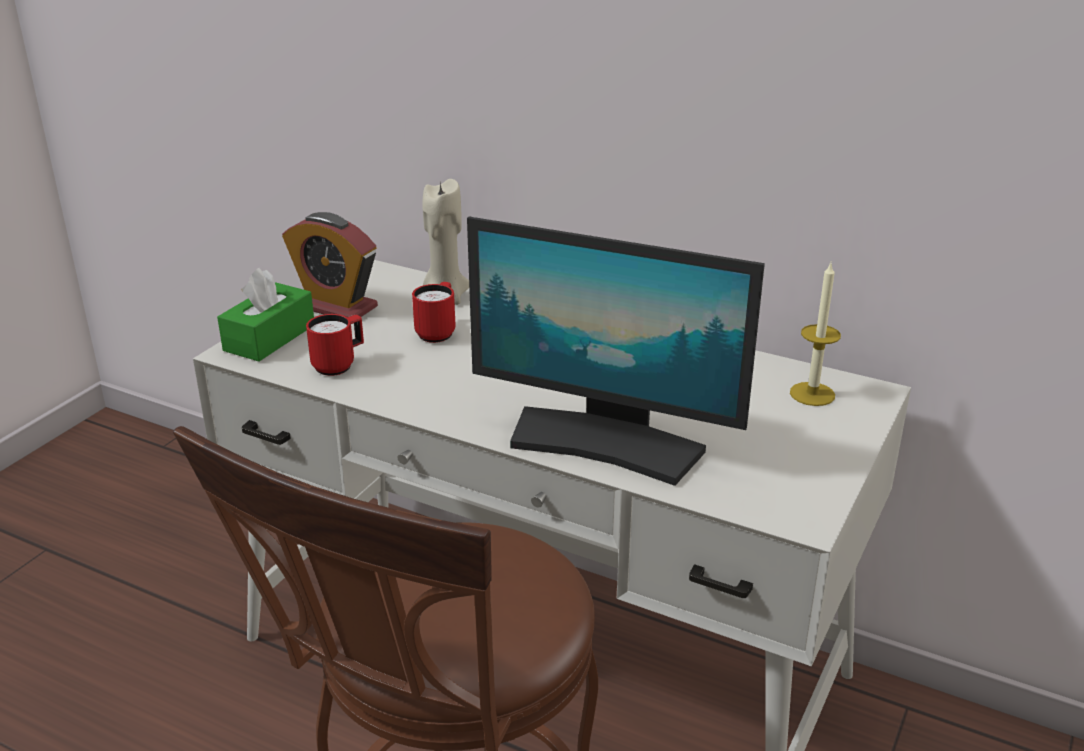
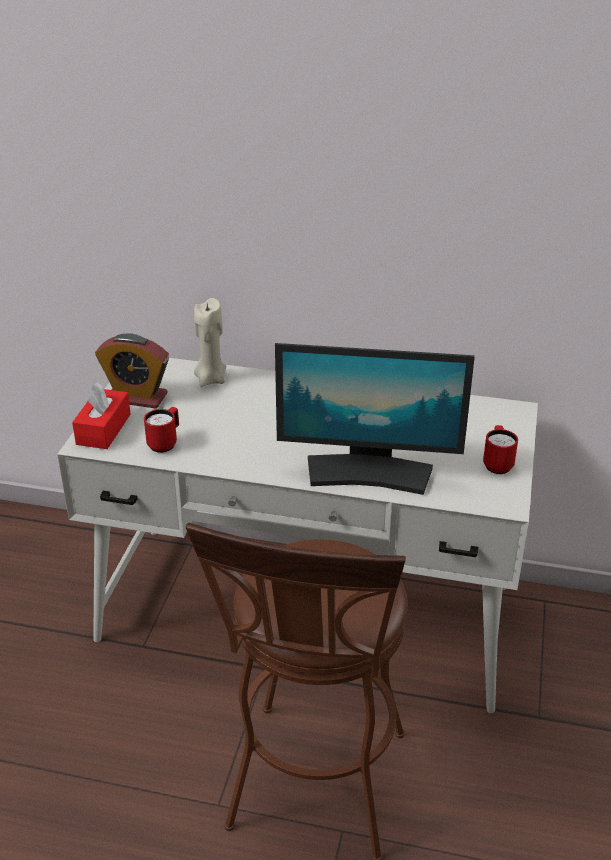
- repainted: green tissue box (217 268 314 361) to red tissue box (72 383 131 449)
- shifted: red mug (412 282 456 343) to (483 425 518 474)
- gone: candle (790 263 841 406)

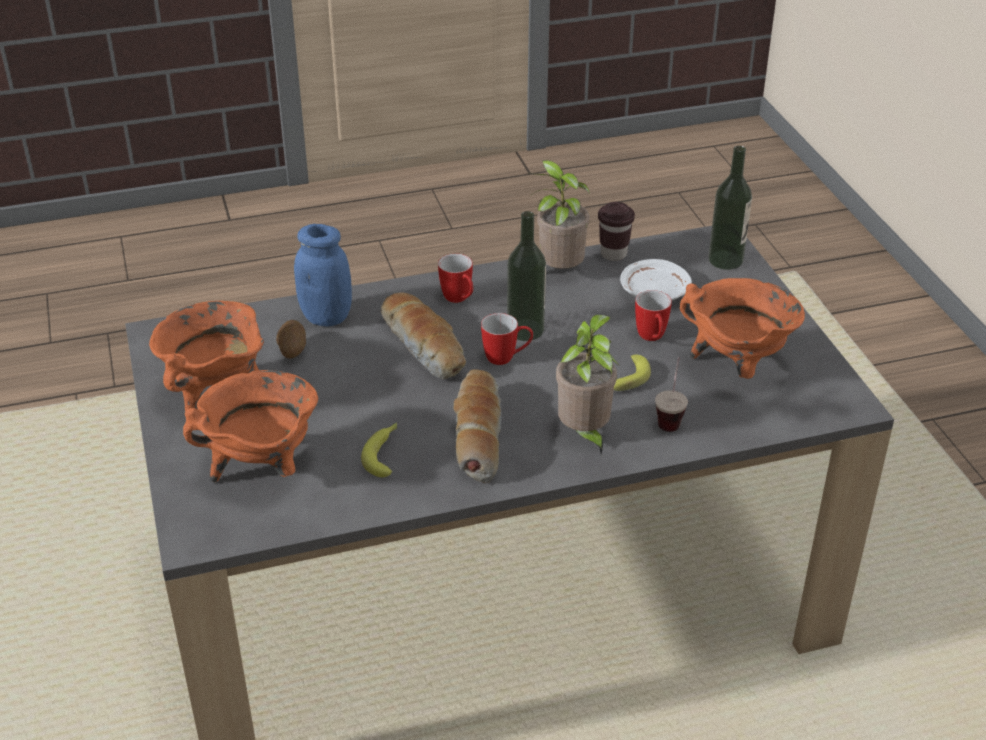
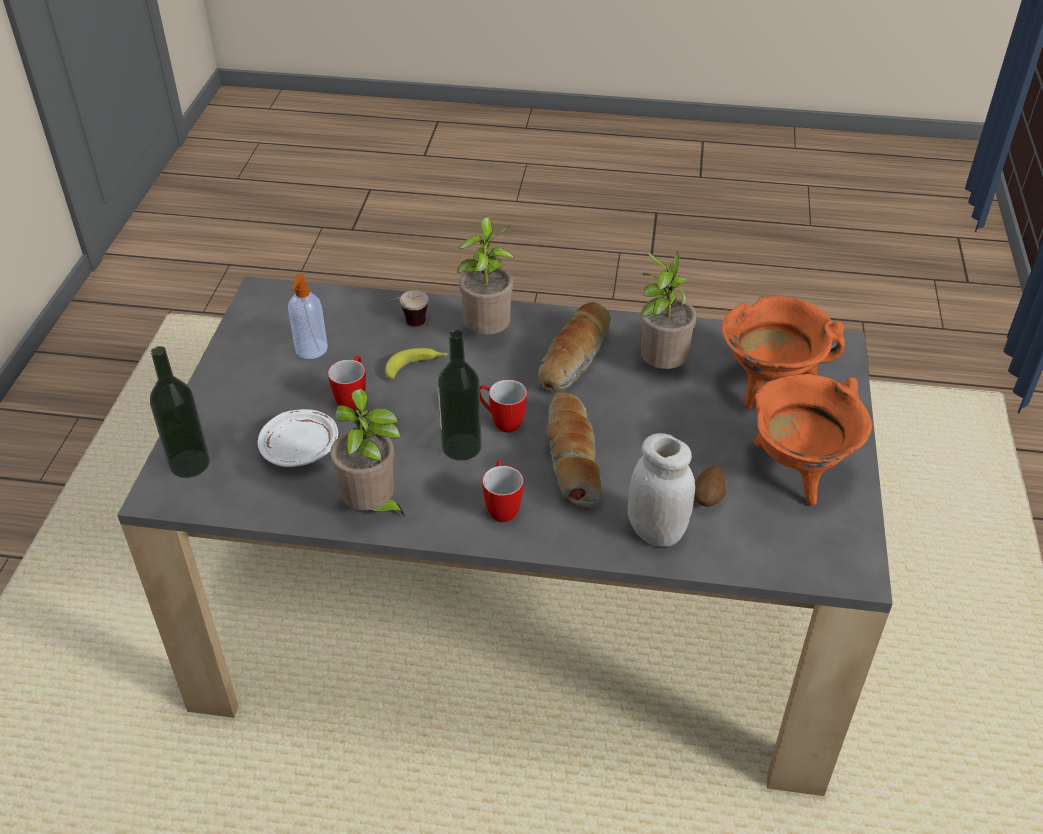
- swapped: orange cooking pot (680 278 805 379) to soap dispenser (288 274 328 359)
- repainted: blue jar (294 224 352 327) to white jar (628 433 695 547)
- swapped: banana (361 423 397 477) to potted plant (640 252 697 369)
- gone: brown cup (598 202 635 261)

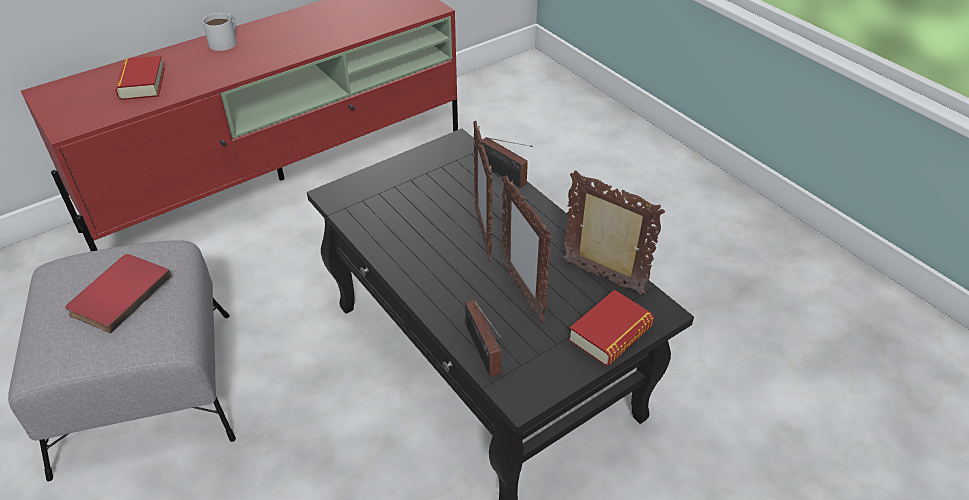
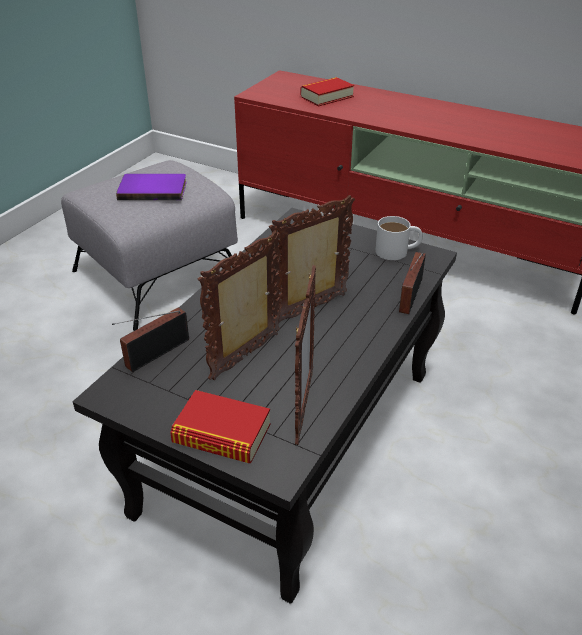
- repainted: red book (65 254 171 333) to purple book (116 174 187 200)
- shifted: white mug (203 13 236 51) to (375 216 423 260)

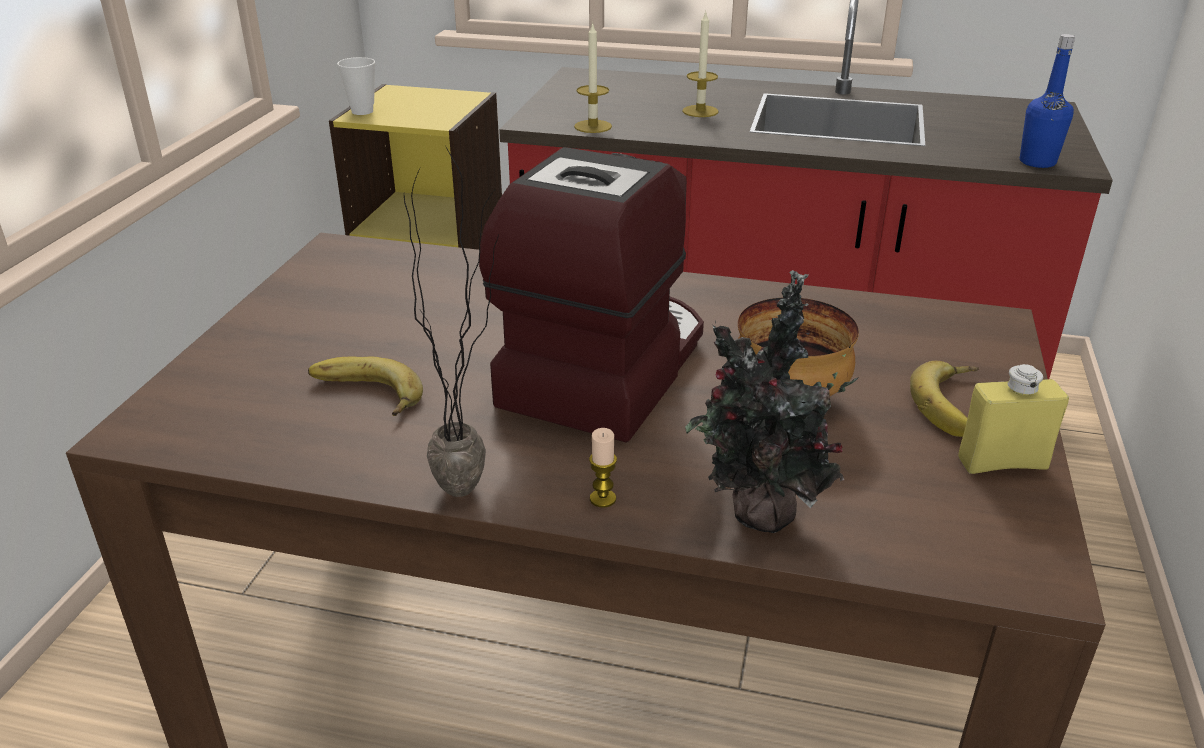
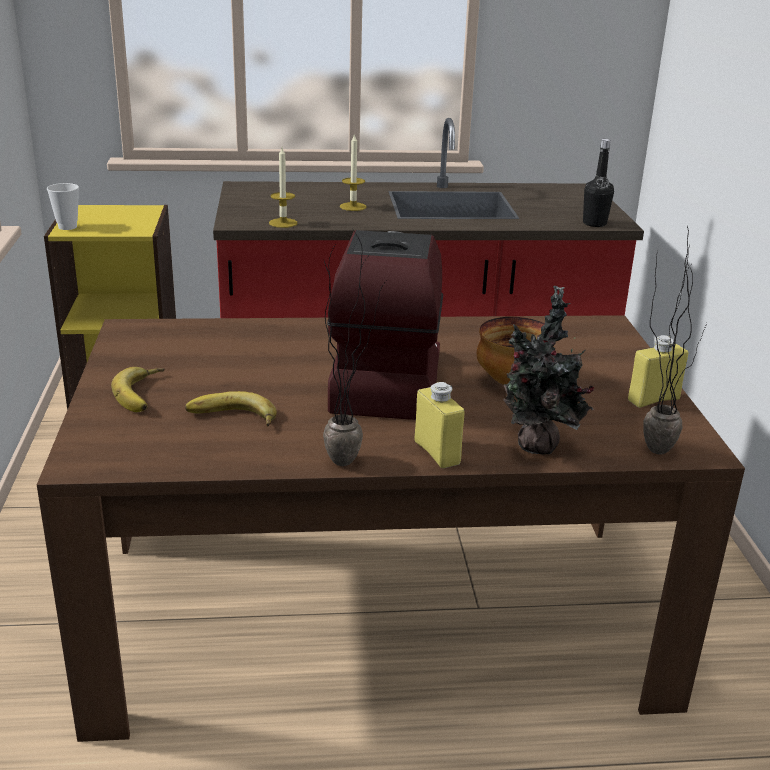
- shifted: banana (910 361 979 437) to (111 367 164 412)
- swapped: candle (589 428 617 508) to yellow bottle (414 382 464 468)
- repainted: blue bottle (1020 34 1075 168) to black bottle (583 139 614 227)
- new: potted plant (643 226 707 454)

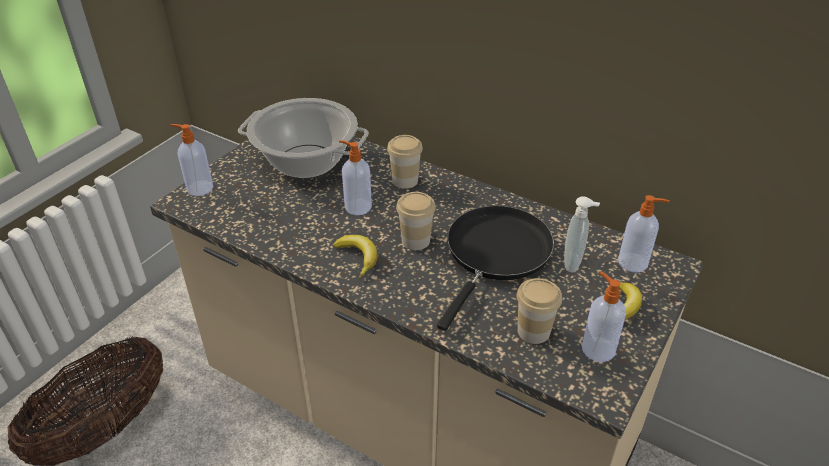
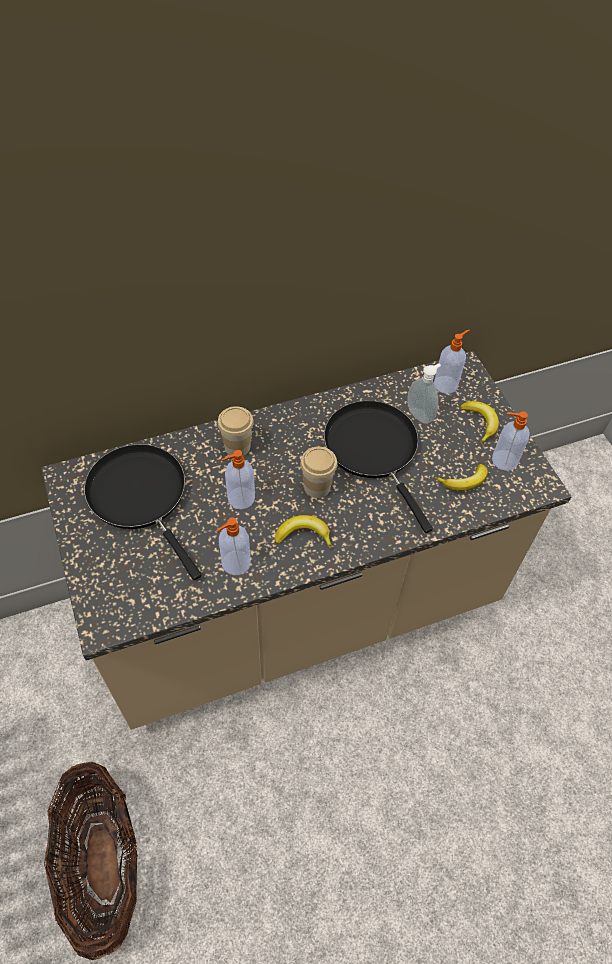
- swapped: cooking pot (238 98 369 178) to black frying pan (84 444 202 580)
- shifted: soap dispenser (170 124 213 196) to (216 518 251 575)
- swapped: cup (516 278 562 344) to banana (435 464 488 491)

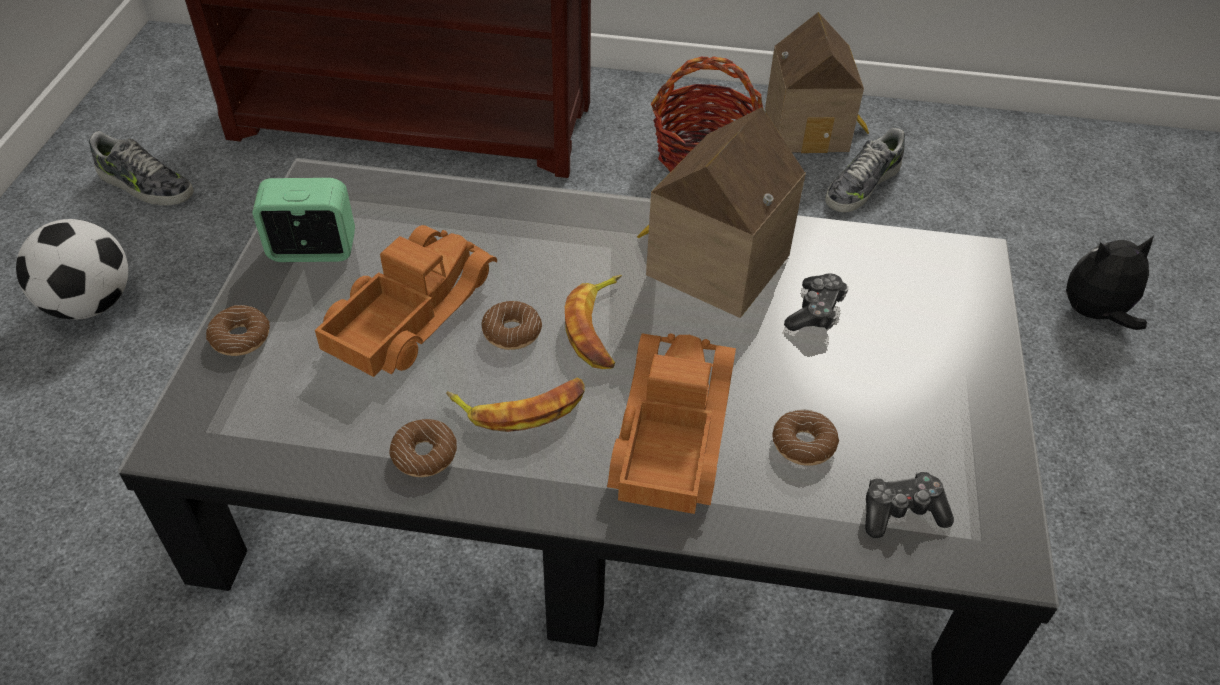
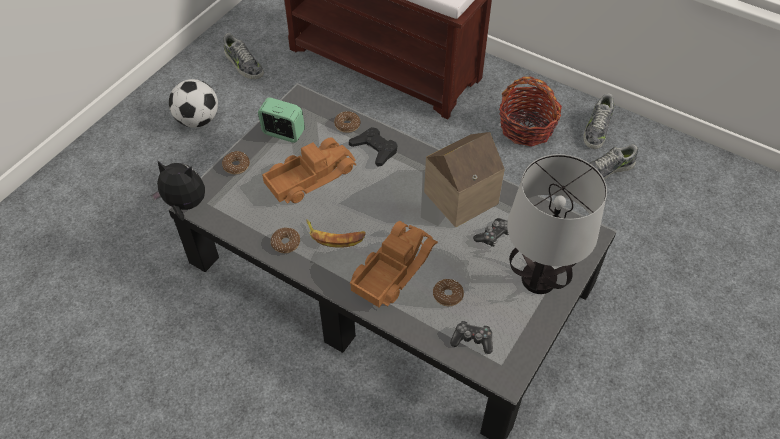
- shifted: plush toy (1066 236 1154 330) to (151 160 205 221)
- shifted: donut (481 301 542 350) to (334 111 360 133)
- new: black game controller (349 127 398 166)
- new: table lamp (507 154 607 294)
- swapped: toy house (765 12 869 153) to shoe (583 93 614 149)
- gone: banana (565 275 622 369)

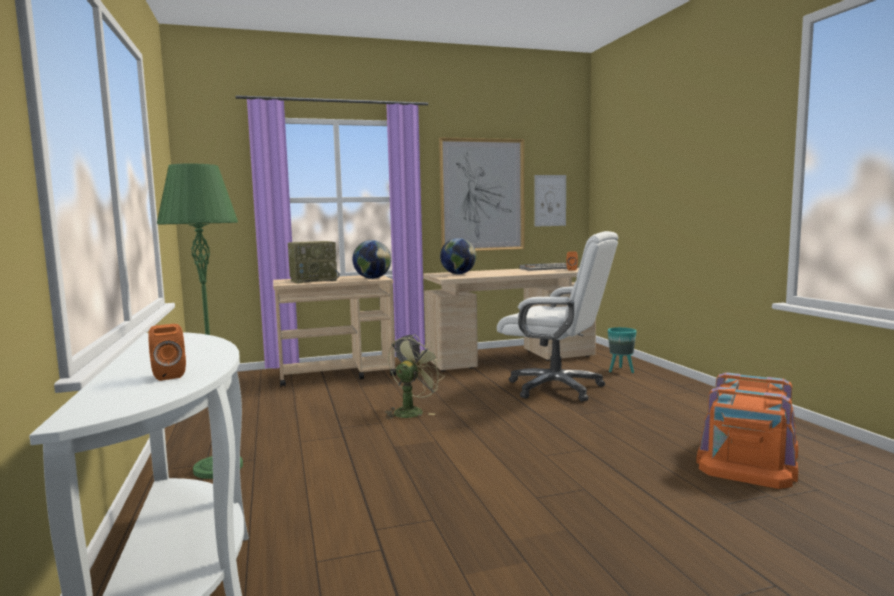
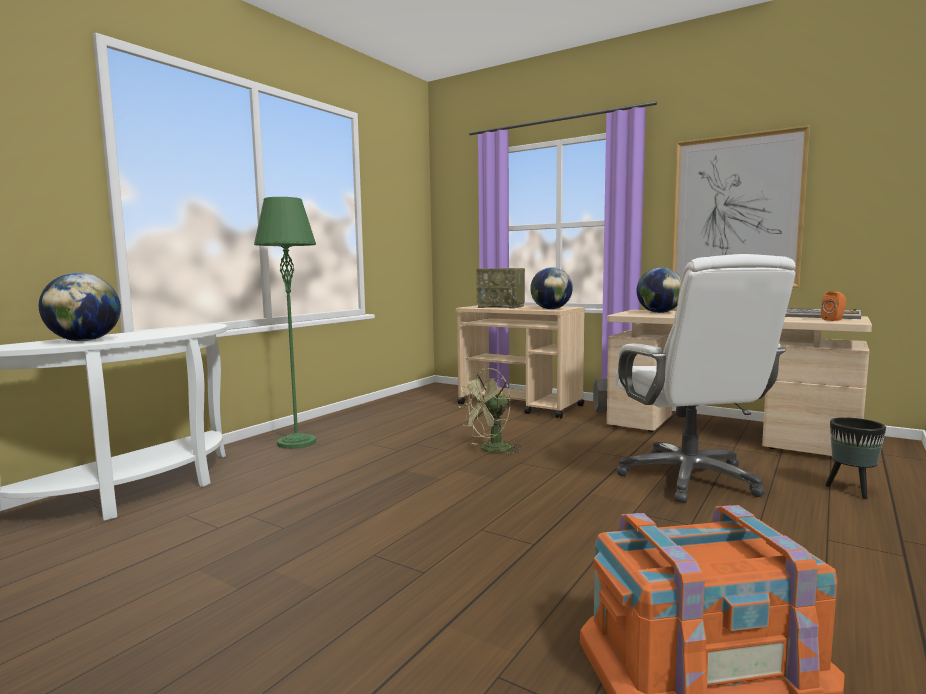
- swapped: orange speaker (148 324 186 381) to globe (39 273 121 341)
- rotated: green fan (385 334 445 419) = (459 368 521 455) 150 degrees clockwise
- repainted: turquoise planter (608 327 637 373) to black planter (825 417 886 499)
- gone: picture (534 175 566 227)

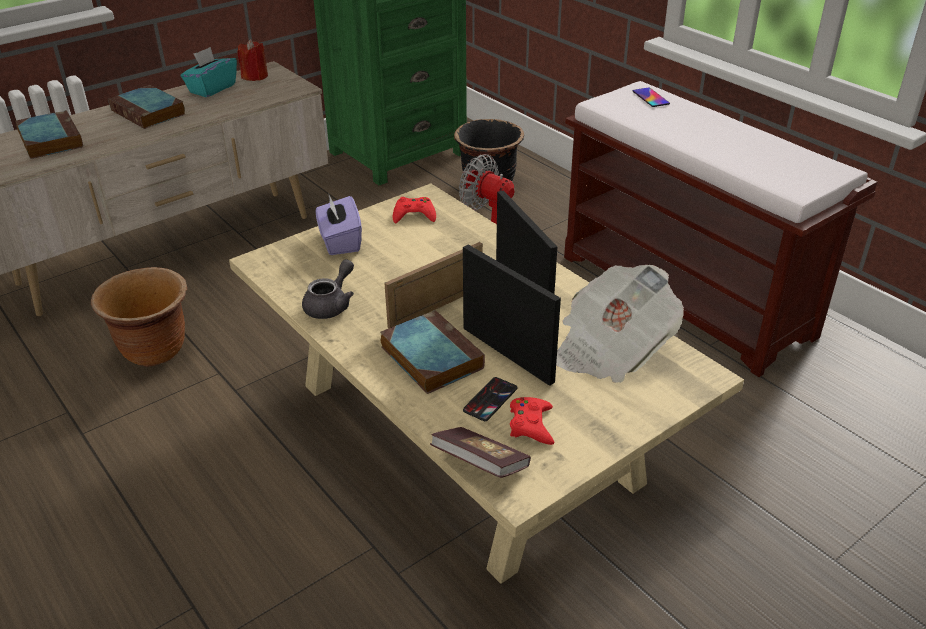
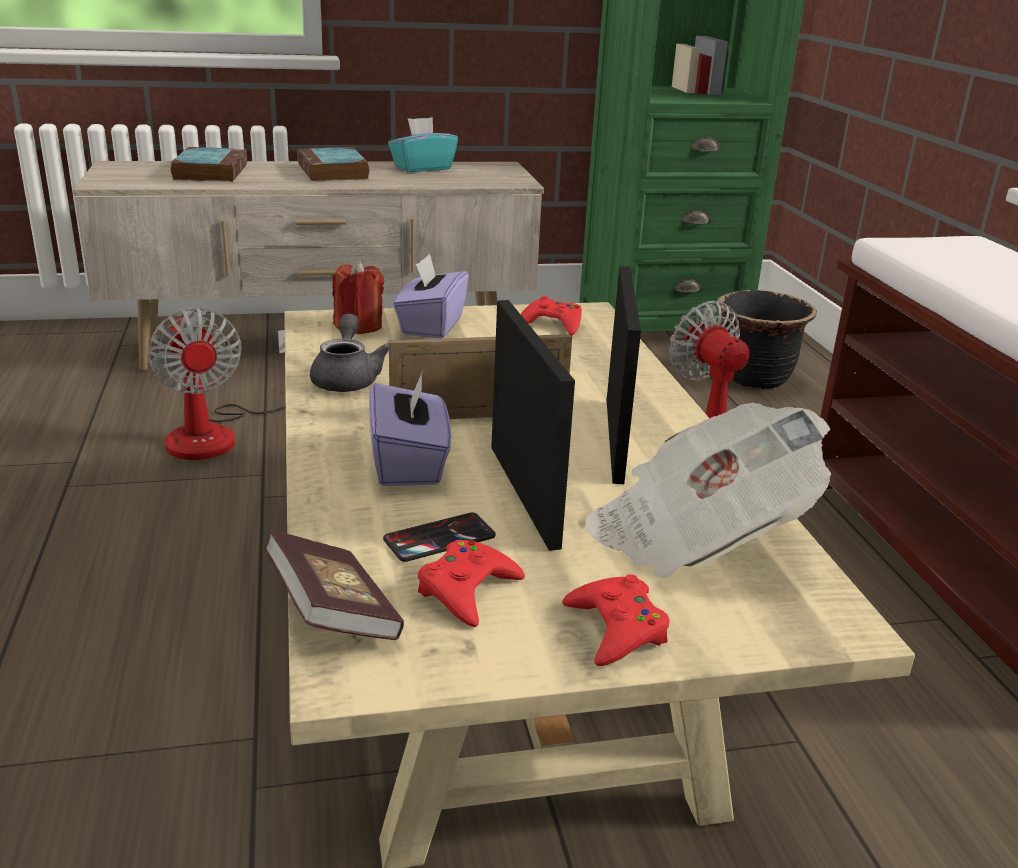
- swapped: brown planter (91 267 187 367) to fan (147 308 286 460)
- rotated: grey teapot (302 259 354 319) = (310 313 389 392) 60 degrees counterclockwise
- shifted: red candle (237 39 268 81) to (332 259 384 334)
- swapped: book (380 310 485 394) to purple tissue box (369 370 451 486)
- new: red game controller (562 574 669 666)
- gone: phone (633 87 670 107)

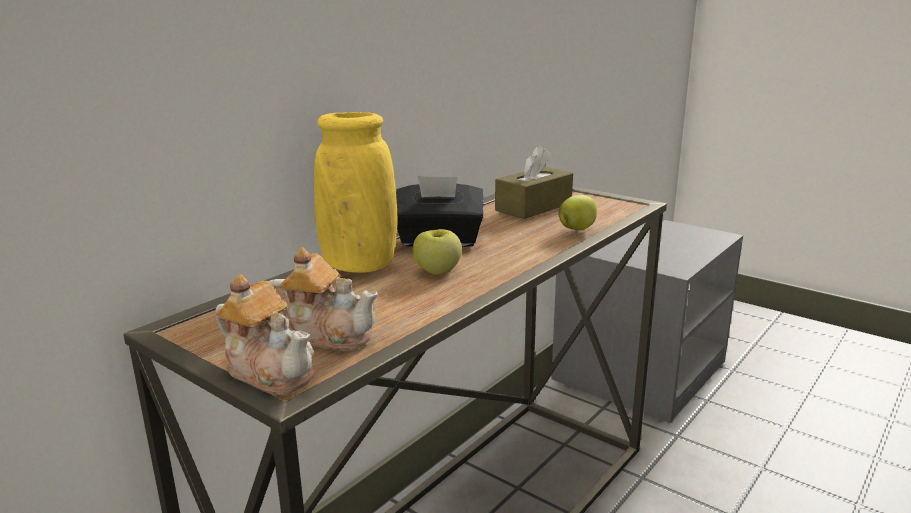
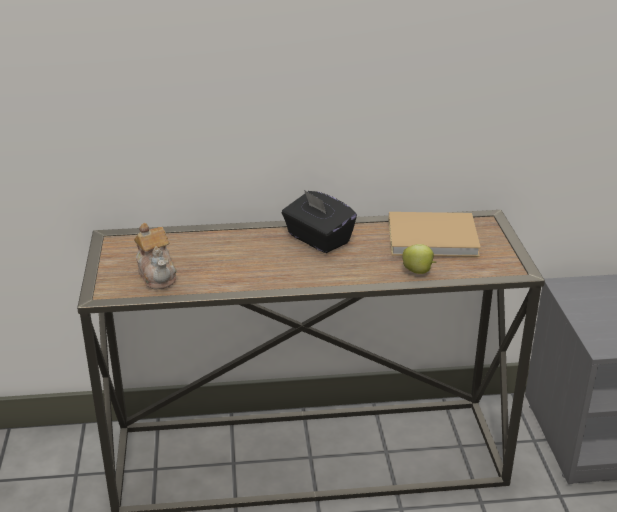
- swapped: brown tissue box (495 145 573 219) to beige book (388 212 481 257)
- gone: teapot (216 274 314 394)
- gone: yellow vase (314 112 398 273)
- gone: apple (413 229 462 274)

